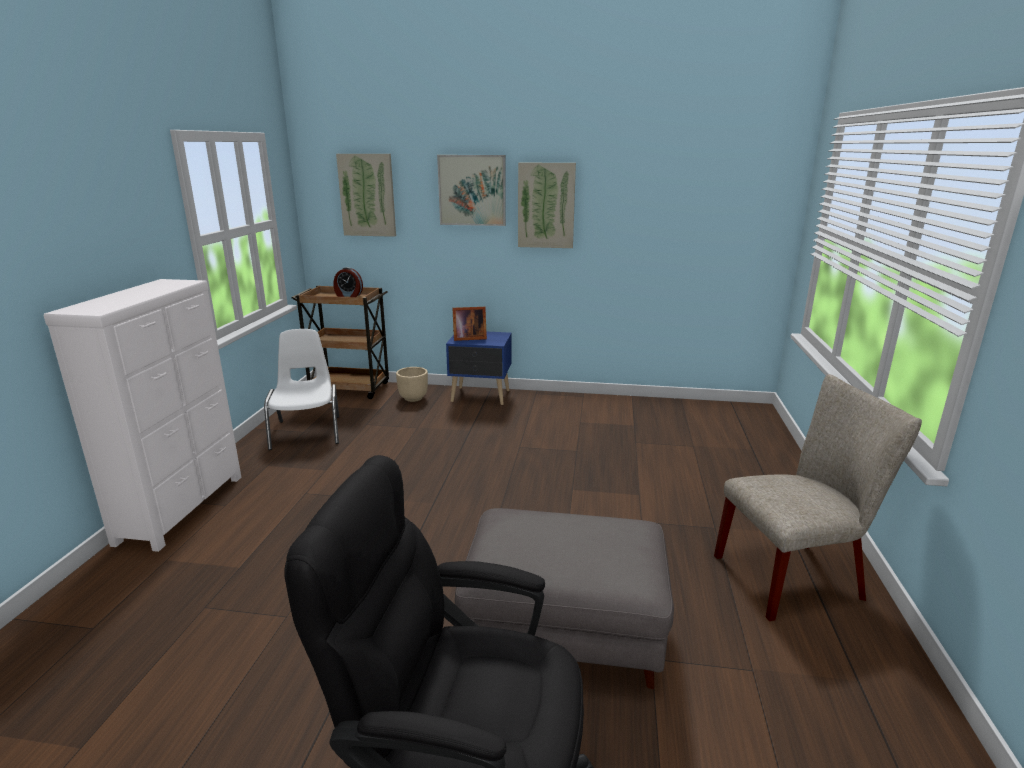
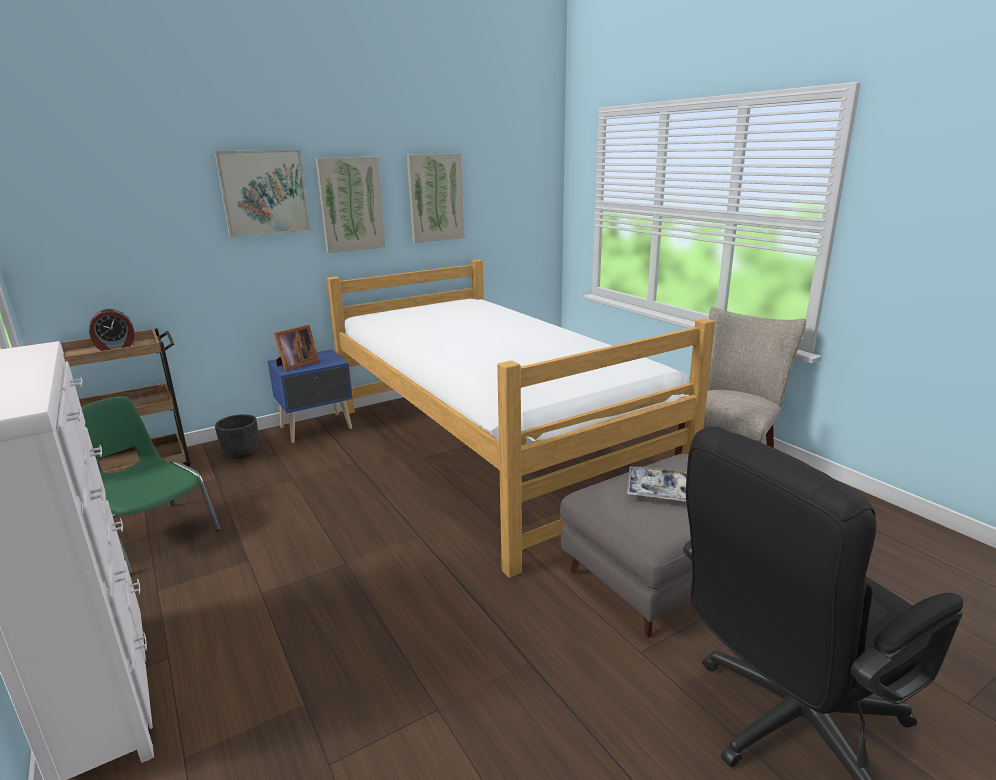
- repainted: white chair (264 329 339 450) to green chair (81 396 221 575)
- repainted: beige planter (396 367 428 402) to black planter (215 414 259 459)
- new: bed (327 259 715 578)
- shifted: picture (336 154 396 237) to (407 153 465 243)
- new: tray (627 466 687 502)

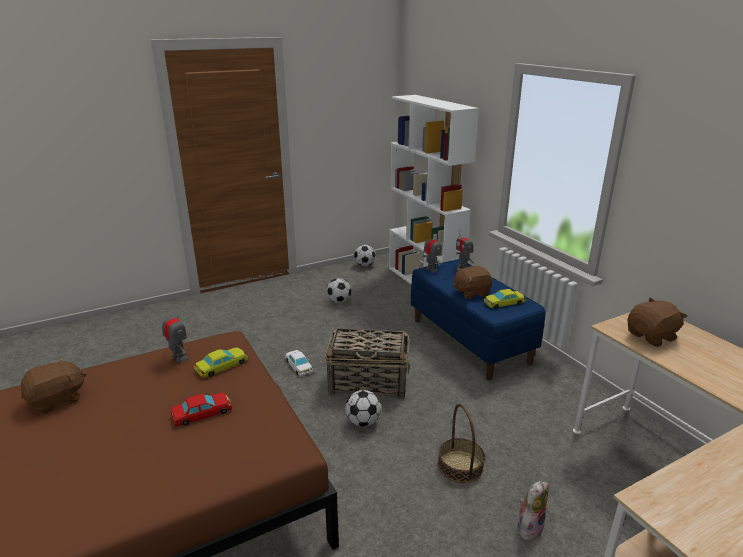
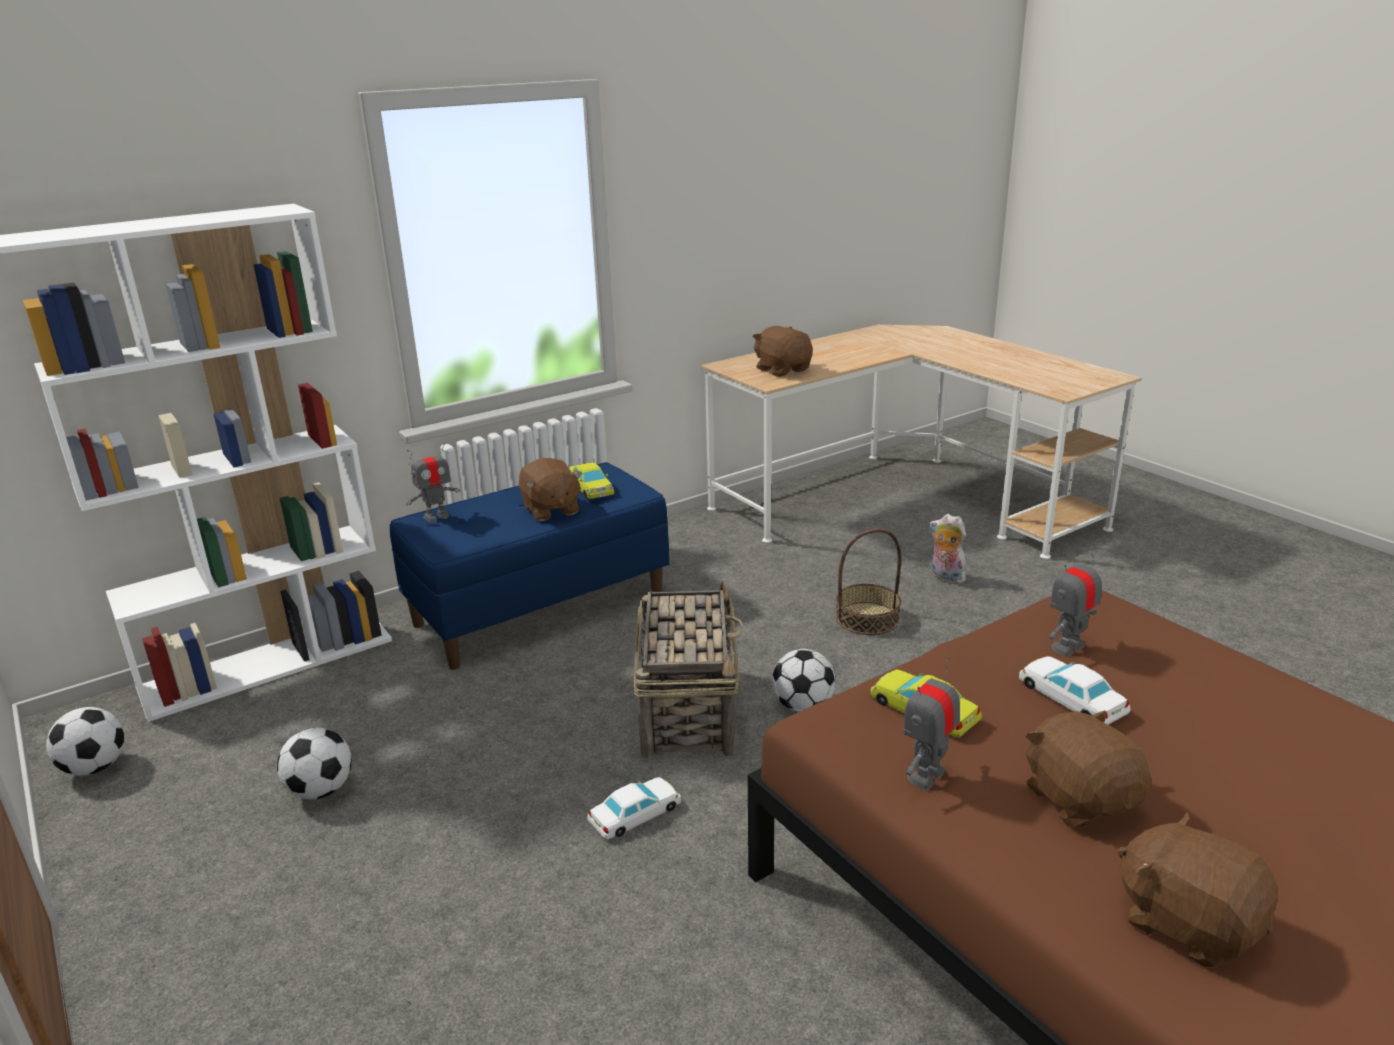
- repainted: red toy car (170 393 232 426) to white toy car (1019 656 1131 725)
- new: brown plush toy (1025 710 1152 827)
- shifted: toy robot (423 233 442 273) to (1049 546 1102 657)

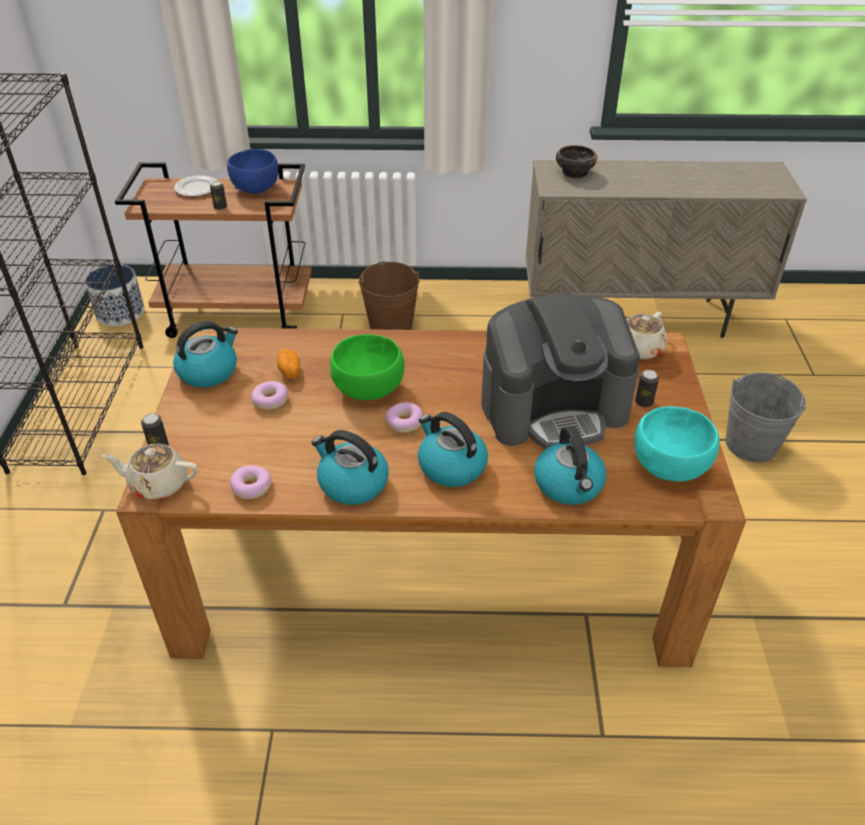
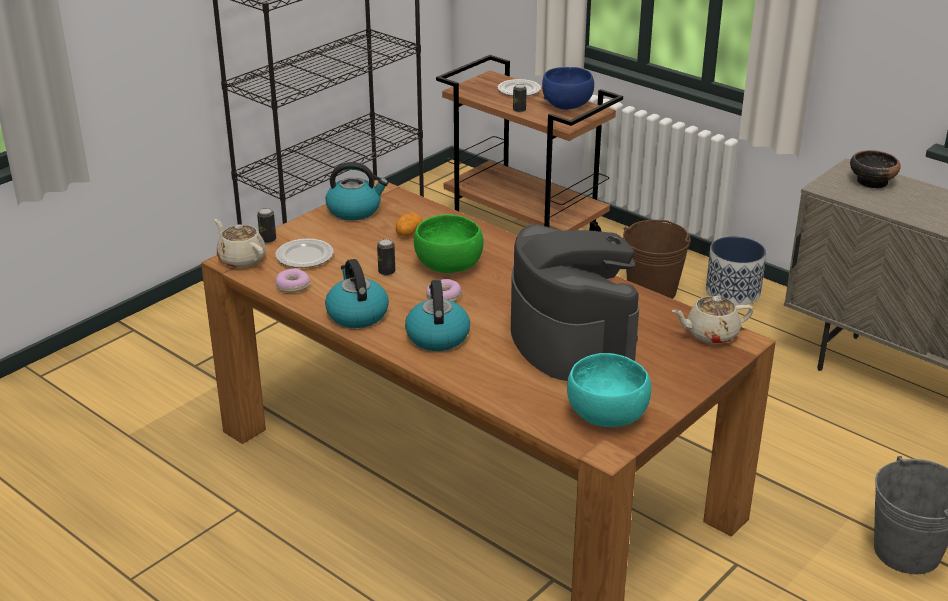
- new: plate (275 239 334 268)
- shifted: can (635 370 659 407) to (377 239 395 275)
- rotated: coffee machine (481 293 640 449) = (511 224 639 381) 135 degrees counterclockwise
- shifted: planter (85 264 145 326) to (706 236 766 305)
- gone: donut (251 381 288 410)
- gone: kettle (534 426 607 505)

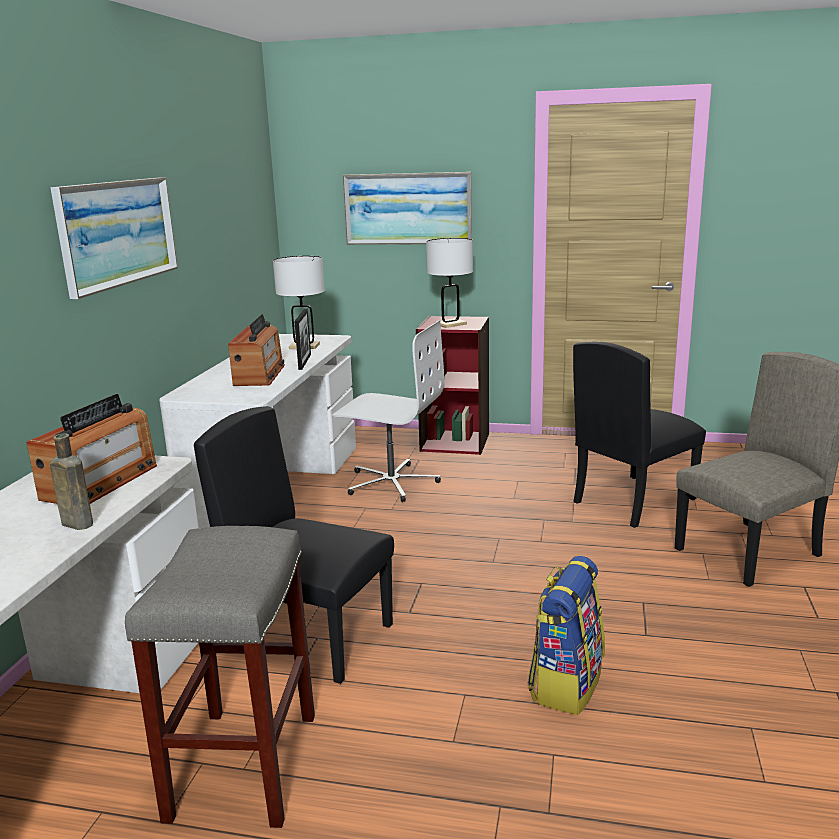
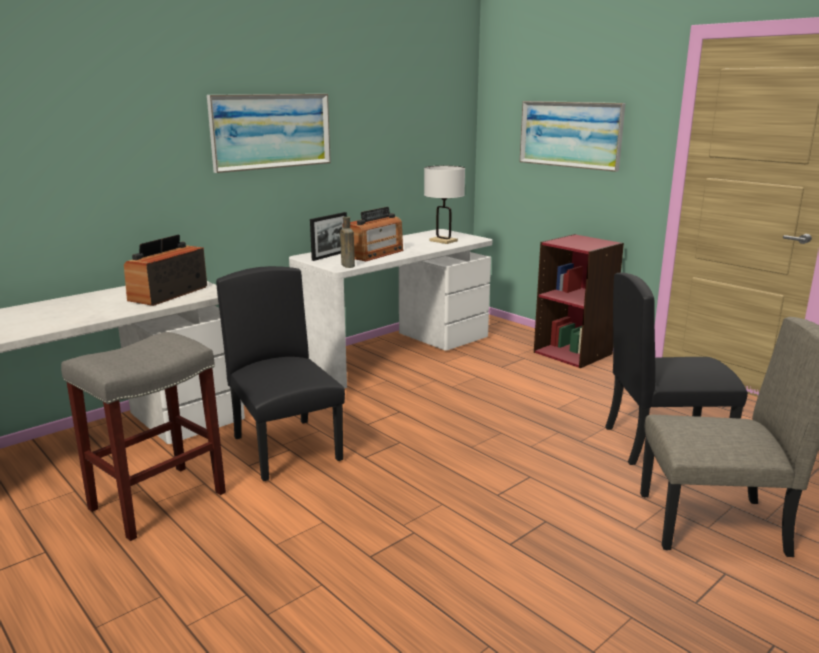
- rotated: radio (26 394 157 504) = (124 235 207 306) 150 degrees clockwise
- shifted: picture frame (294 309 311 370) to (310 212 347 261)
- shifted: brown bottle (50 433 93 530) to (340 216 355 268)
- gone: white office chair (332 320 445 502)
- gone: white table lamp (426 238 473 328)
- gone: backpack (528 556 605 715)

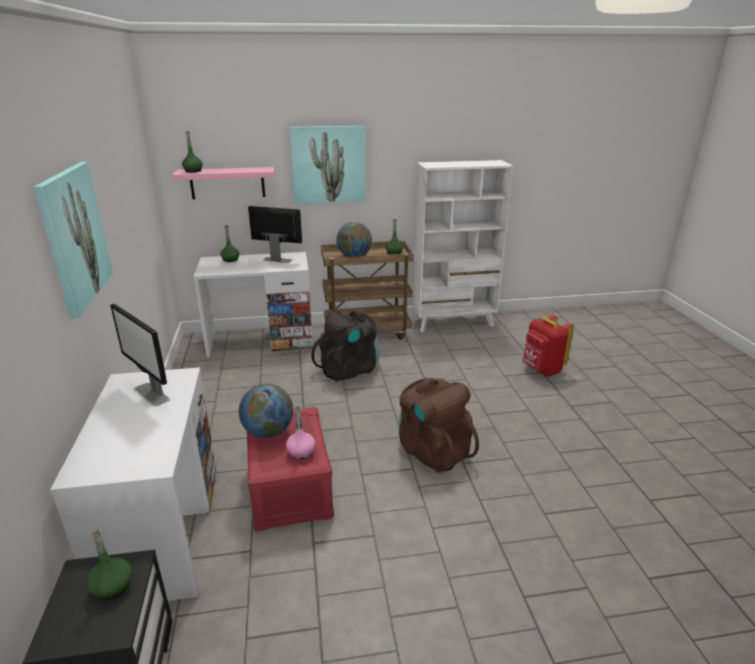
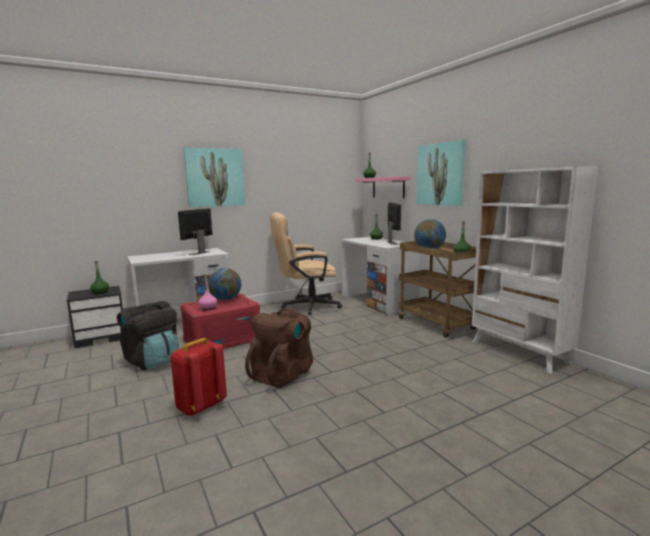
- shifted: black backpack (311 311 380 382) to (117 301 179 370)
- shifted: red backpack (522 315 574 376) to (171 338 227 416)
- new: beige office chair (270 212 342 315)

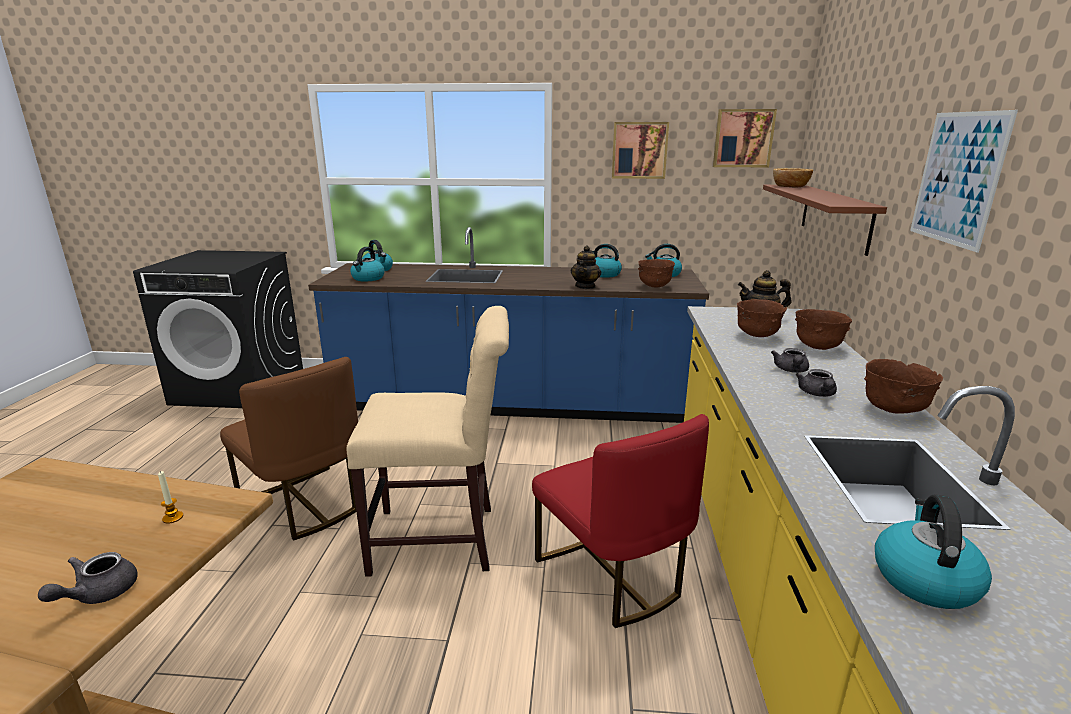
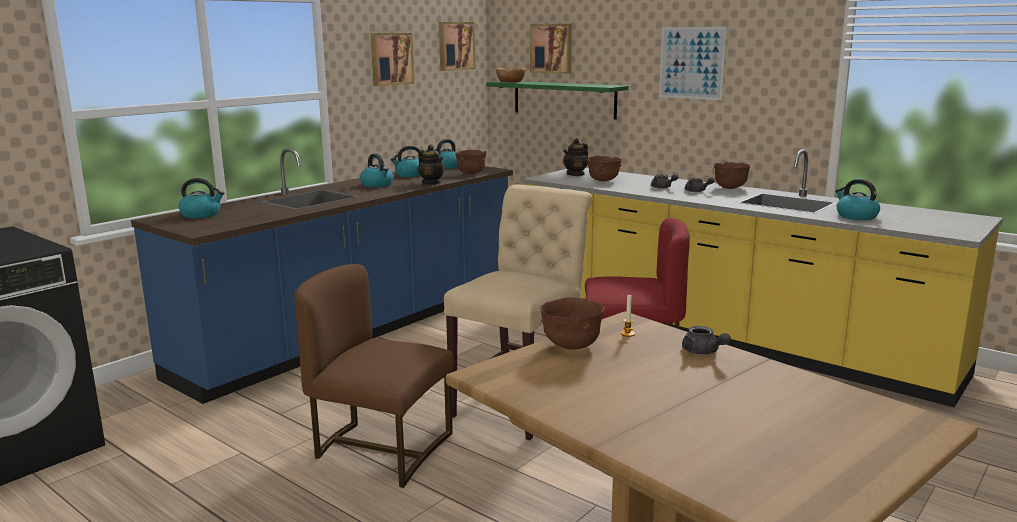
- rotated: brown chair (220 357 358 541) = (295 264 454 488) 150 degrees counterclockwise
- shifted: kettle (350 247 385 281) to (360 154 393 187)
- repainted: brown shelf (763 185 887 256) to green shelf (486 81 629 120)
- new: picture (530 24 572 74)
- shifted: brown bowl (795 309 852 350) to (540 297 605 350)

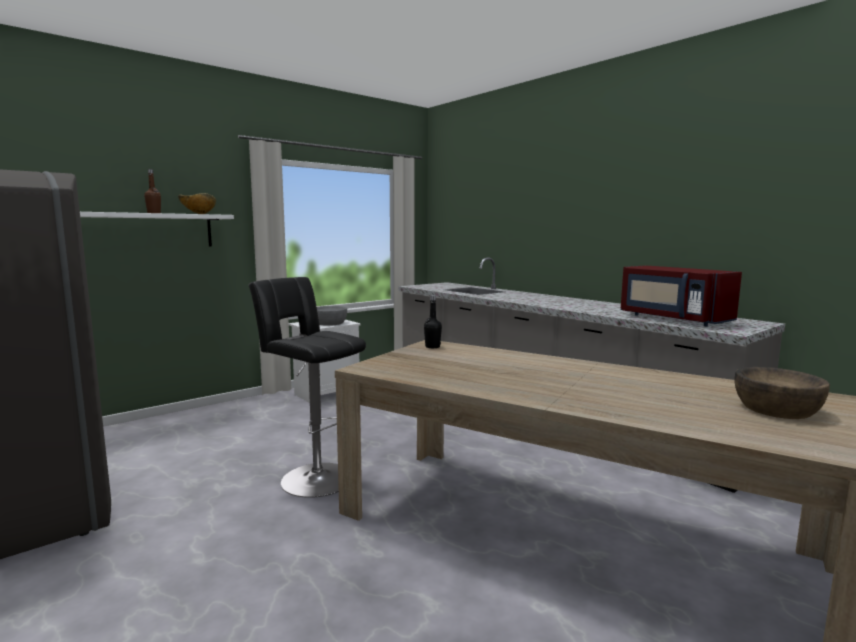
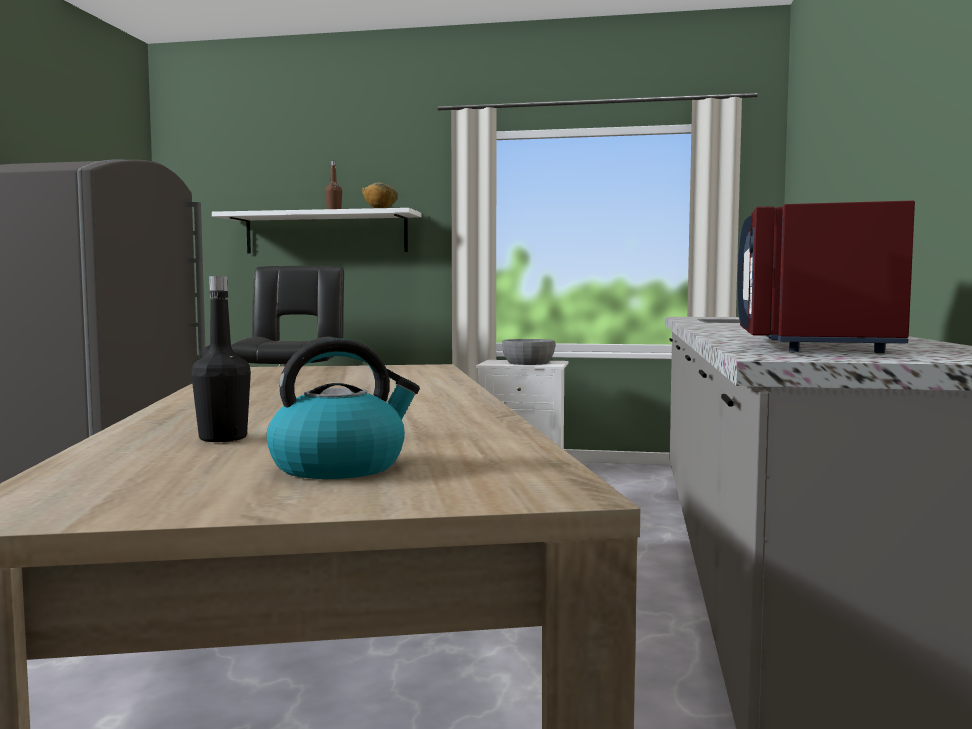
- shifted: black bottle (424 295 442 348) to (191 276 251 442)
- swapped: brown bowl (735 367 830 419) to kettle (266 338 420 479)

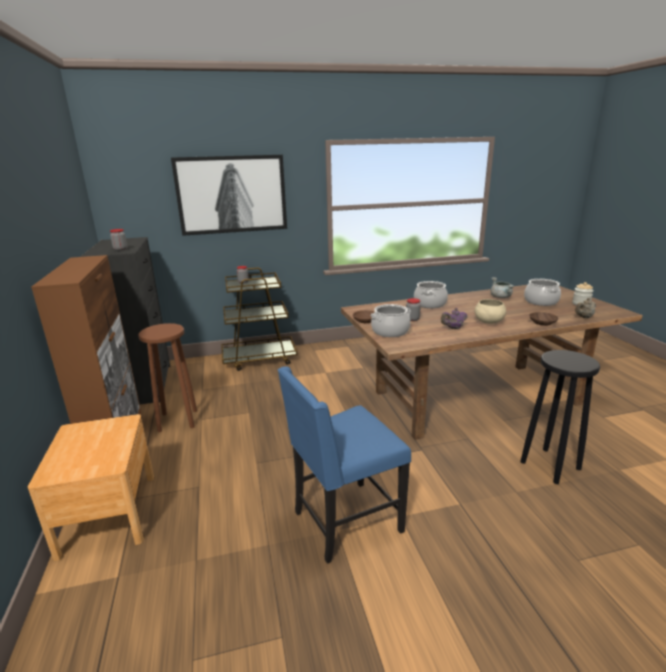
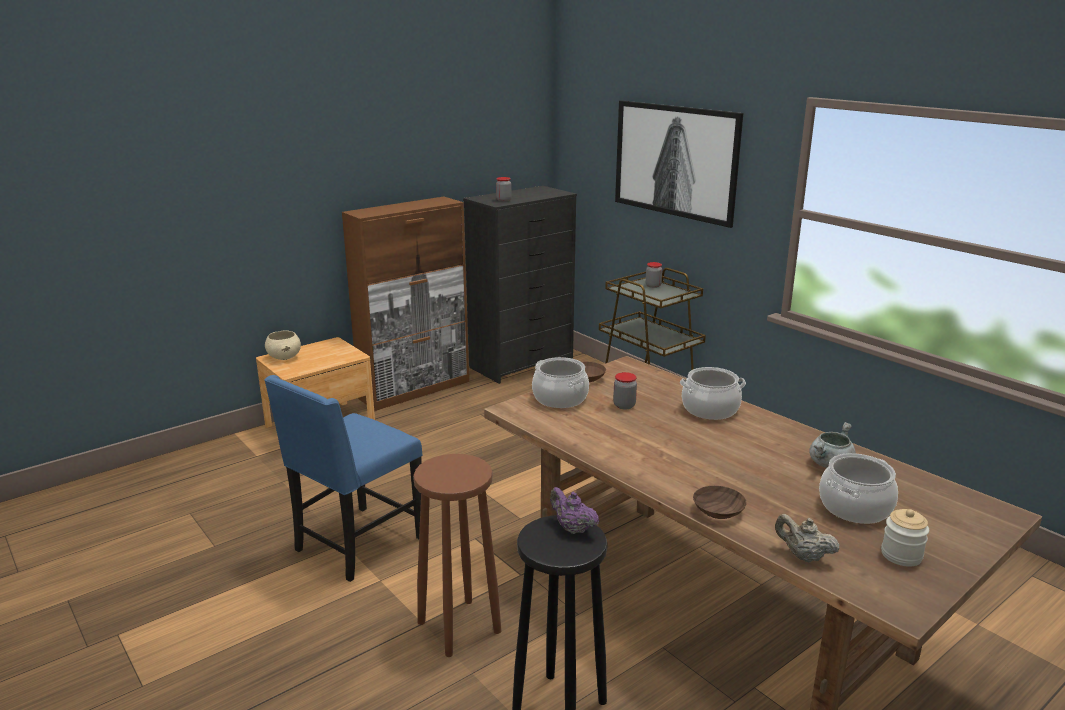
- rotated: blue chair (278 366 411 564) = (264 375 422 582) 90 degrees counterclockwise
- shifted: beige bowl (475 299 506 324) to (265 330 301 360)
- shifted: brown stool (138 323 197 432) to (413 454 502 657)
- shifted: purple teapot (441 308 468 329) to (550 487 599 534)

